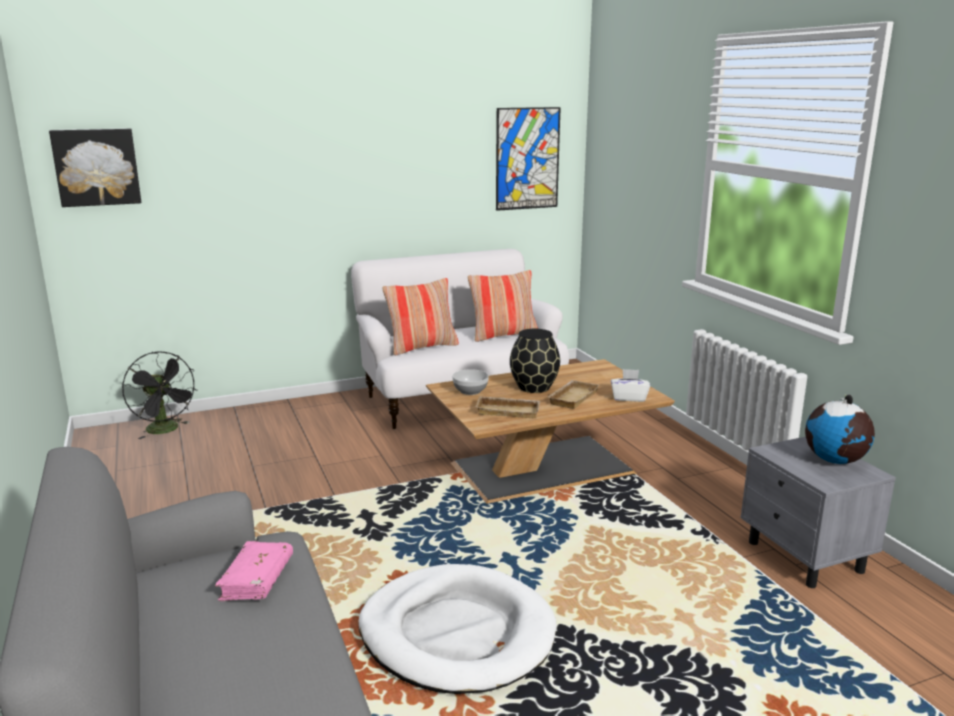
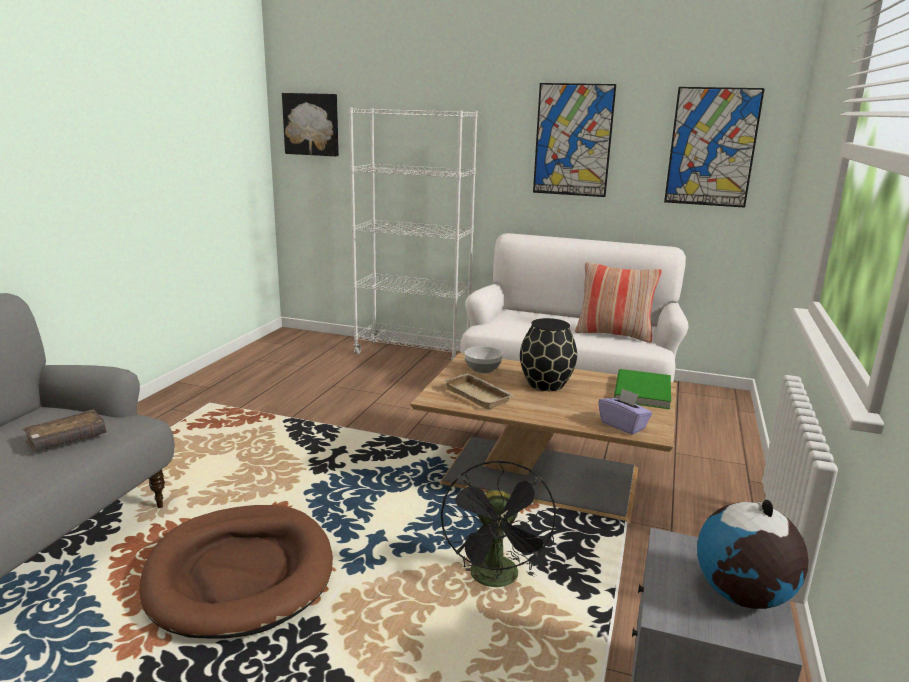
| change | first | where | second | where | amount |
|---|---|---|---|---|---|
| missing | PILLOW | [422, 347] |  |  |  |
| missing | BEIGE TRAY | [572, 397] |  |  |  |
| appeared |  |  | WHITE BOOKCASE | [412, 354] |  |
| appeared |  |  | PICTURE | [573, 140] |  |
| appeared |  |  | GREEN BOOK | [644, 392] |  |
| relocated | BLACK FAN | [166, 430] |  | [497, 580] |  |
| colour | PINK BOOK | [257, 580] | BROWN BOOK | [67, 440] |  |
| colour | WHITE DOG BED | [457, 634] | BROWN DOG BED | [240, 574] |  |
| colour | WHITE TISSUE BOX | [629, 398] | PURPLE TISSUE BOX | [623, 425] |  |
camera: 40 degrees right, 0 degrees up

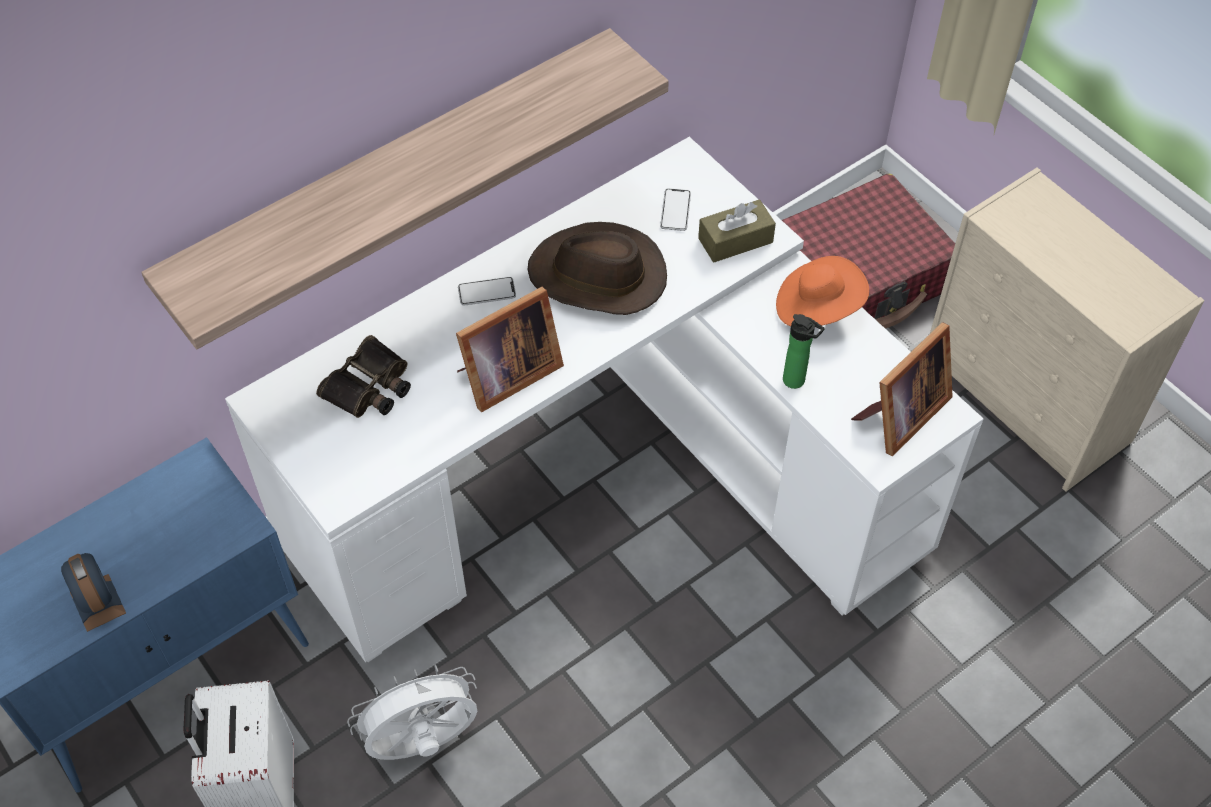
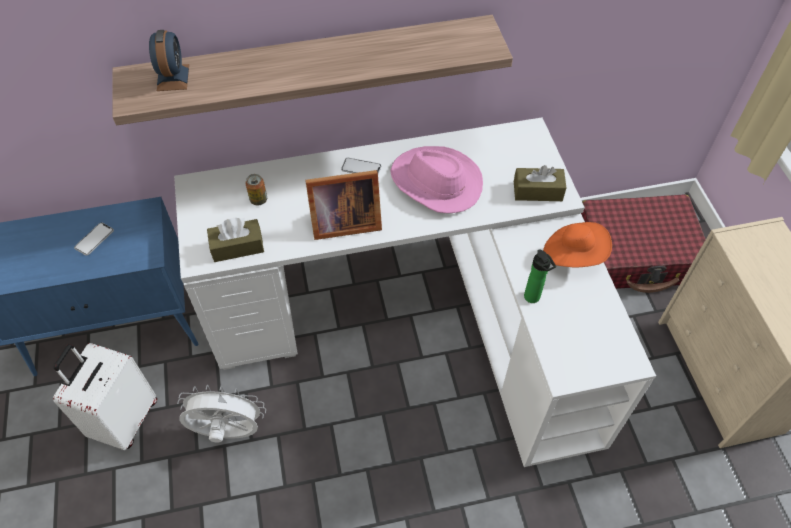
| change | first | where | second | where | amount |
|---|---|---|---|---|---|
| missing | PICTURE FRAME | [899, 415] |  |  |  |
| appeared |  |  | BROWN TISSUE BOX | [237, 247] |  |
| relocated | ALARM CLOCK | [98, 602] |  | [173, 77] |  |
| relocated | PHONE | [675, 210] |  | [94, 239] |  |
| exchanged | BINOCULARS | [370, 387] | CAN | [258, 200] |  |
| colour | BROWN HAT | [598, 276] | PINK HAT | [435, 182] |  |
camera: 25 degrees right, 0 degrees up

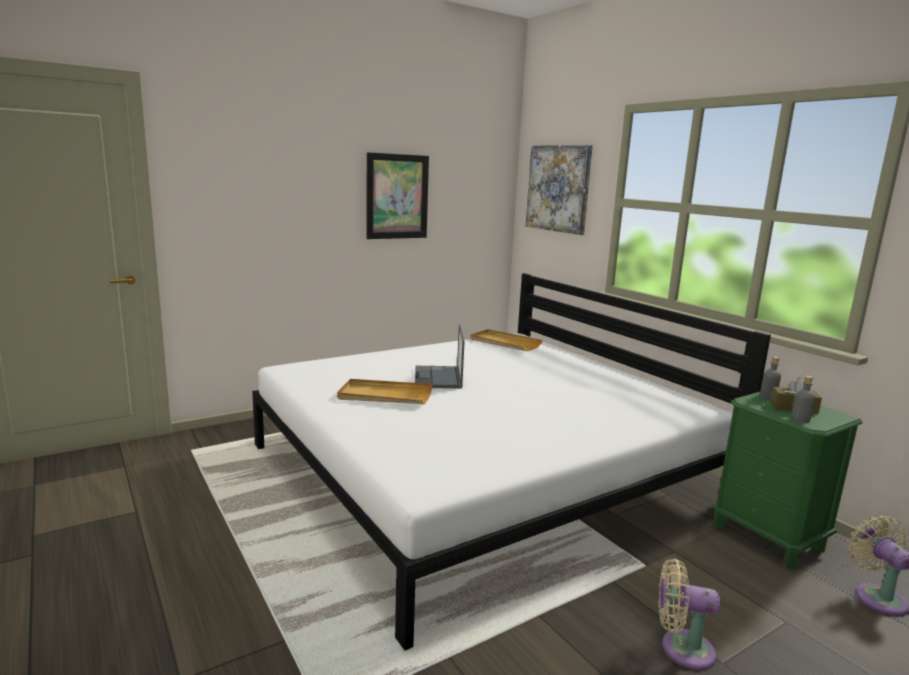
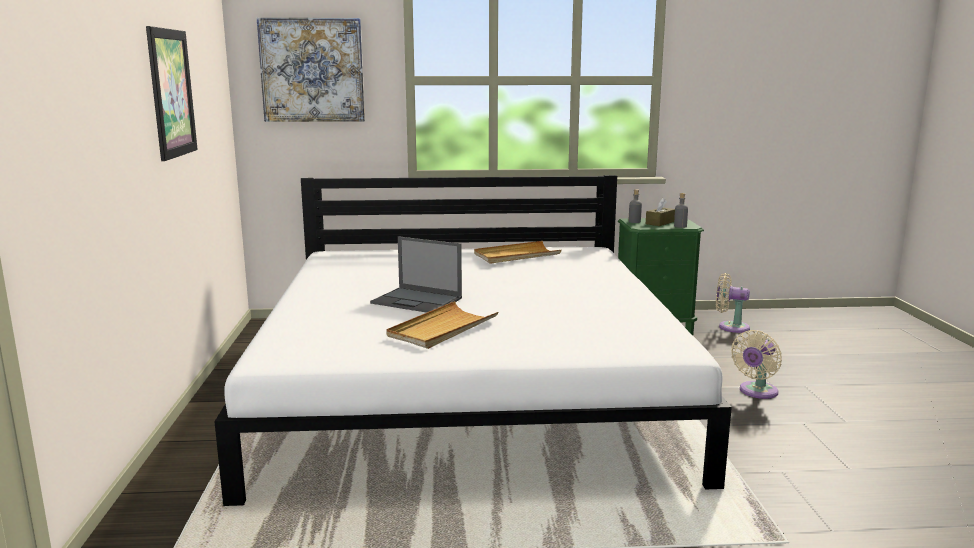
| change | first | where | second | where | amount |
|---|---|---|---|---|---|
| relocated | BEIGE TRAY | [504, 343] |  | [516, 255] |  |
camera: 60 degrees left, 0 degrees up

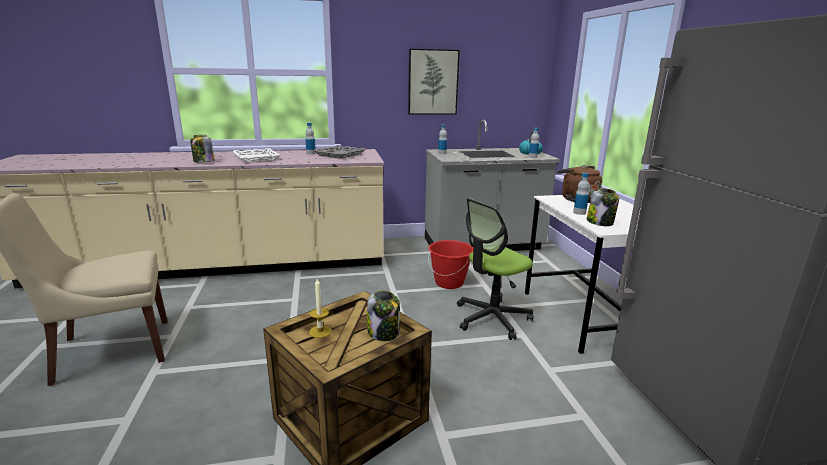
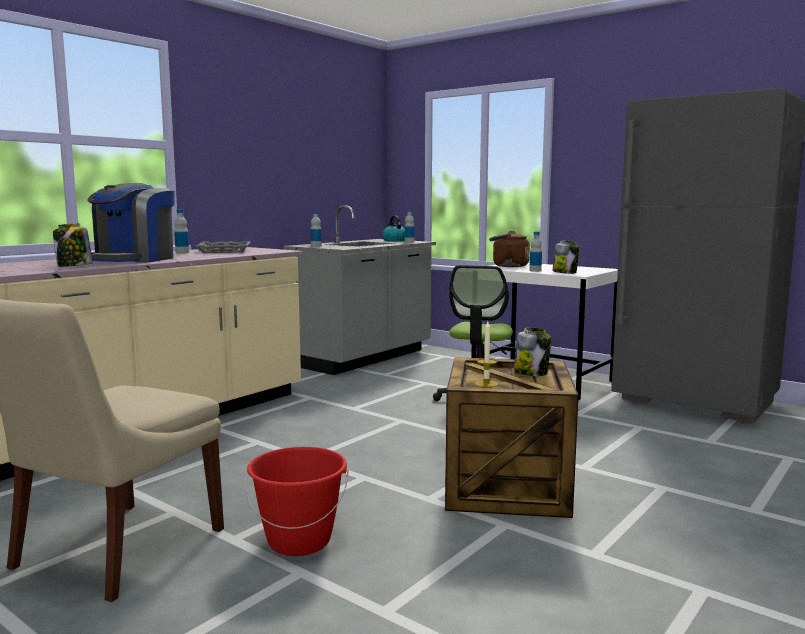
| change | first | where | second | where | amount |
|---|---|---|---|---|---|
| missing | PICTURE | [433, 82] |  |  |  |
| relocated | RED BUCKET | [449, 283] |  | [299, 541] |  |
| exchanged | WHITE TRAY | [257, 158] | COFFEE MACHINE | [134, 259] |  |
camera: 40 degrees left, 10 degrees down

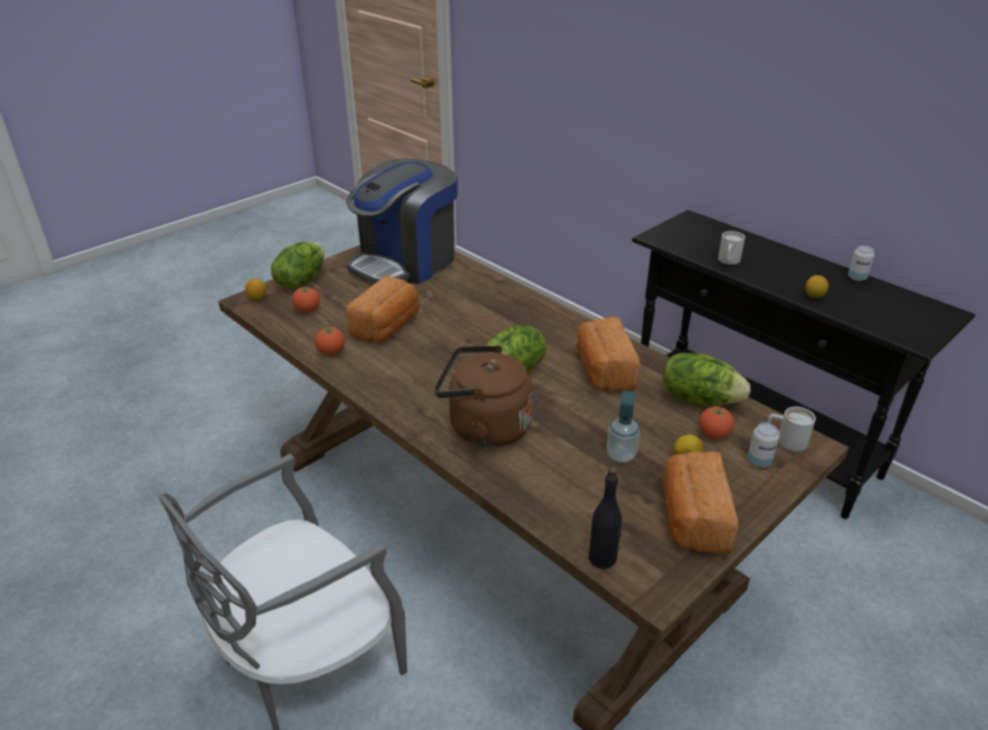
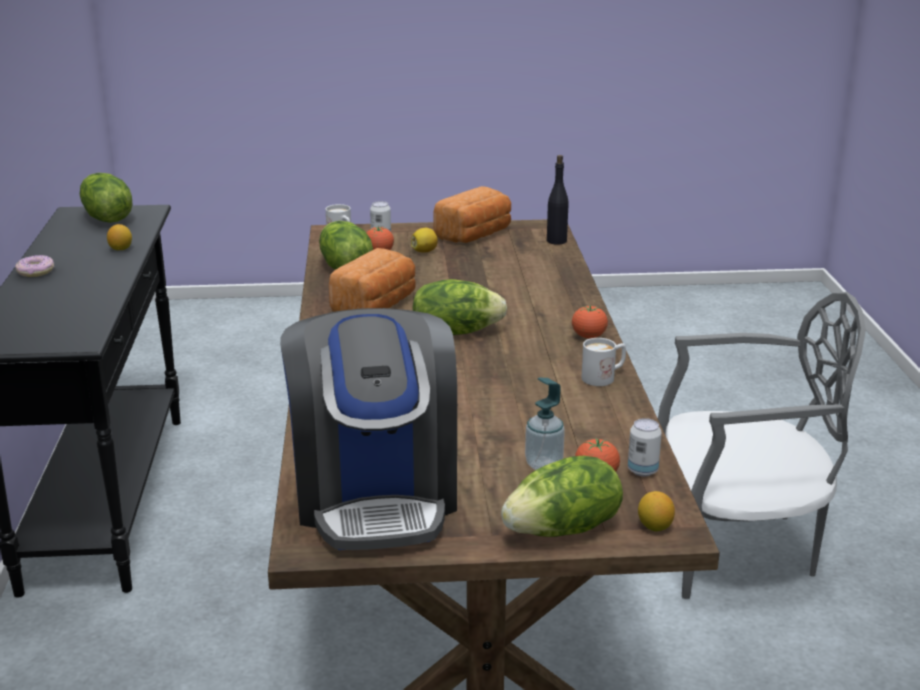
| change | first | where | second | where | amount |
|---|---|---|---|---|---|
| missing | BREAD | [387, 326] |  |  |  |
| missing | BROWN KETTLE | [484, 427] |  |  |  |
| appeared |  |  | DONUT | [36, 271] |  |
| appeared |  |  | LETTUCE | [106, 218] |  |
| relocated | TOMATO | [331, 352] |  | [588, 337] |  |
| relocated | SOAP DISPENSER | [621, 455] |  | [543, 464] |  |
| relocated | WHITE MUG | [728, 261] |  | [604, 377] |  |
| relocated | CAN | [857, 277] |  | [642, 470] |  |
| spun | COFFEE MACHINE | [406, 262] |  | [375, 495] | 90 degrees clockwise |
camera: 140 degrees left, 10 degrees down

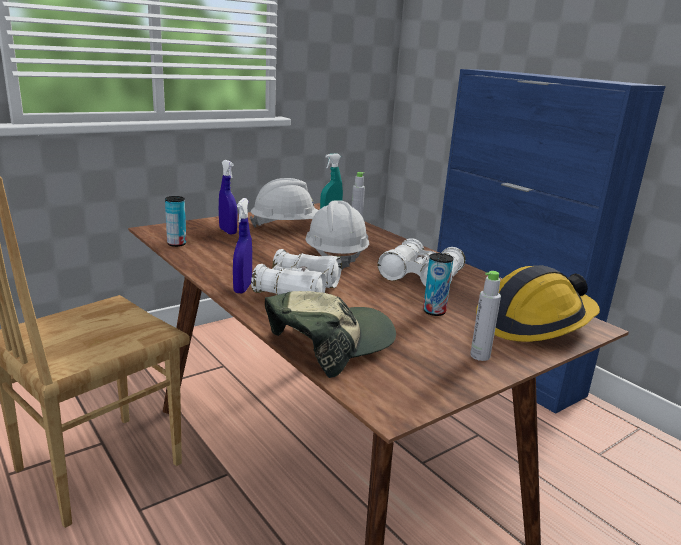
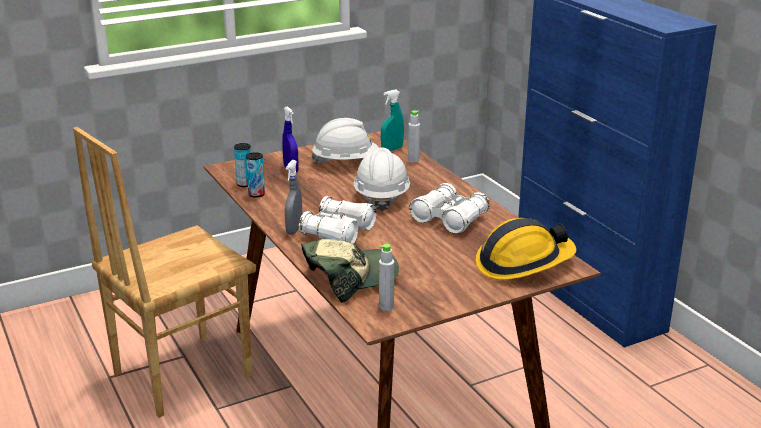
| change | first | where | second | where | amount |
|---|---|---|---|---|---|
| relocated | CAN | [434, 311] |  | [256, 194] |  |
| relocated | GREY BOTTLE | [480, 356] |  | [386, 307] |  |
| colour | BLUE SPRAY BOTTLE | [242, 288] | GREY SPRAY BOTTLE | [294, 229] |  |
camera: 10 degrees right, 5 degrees up

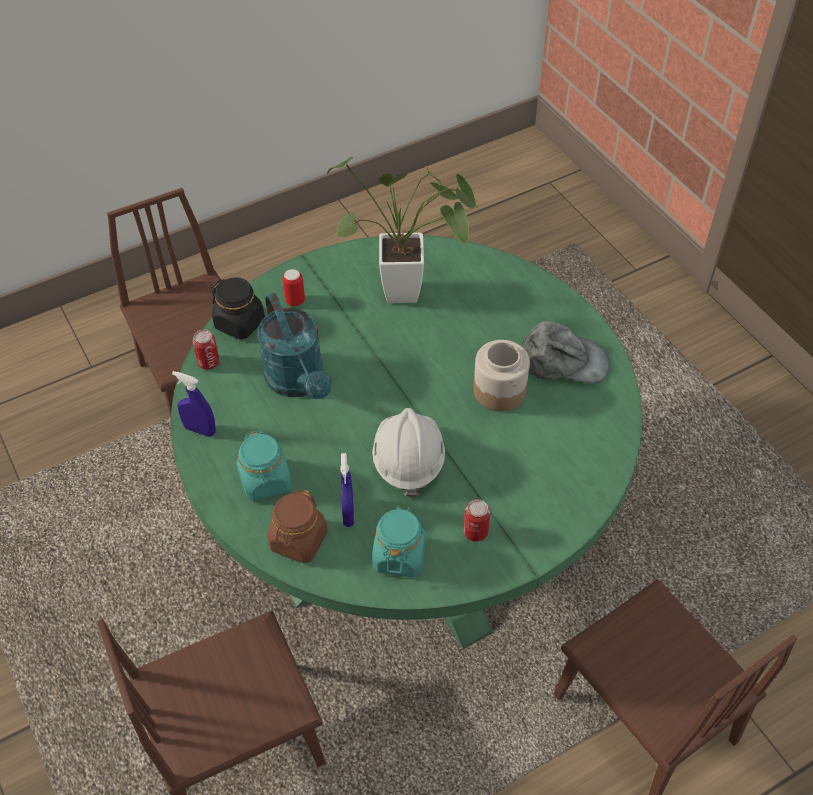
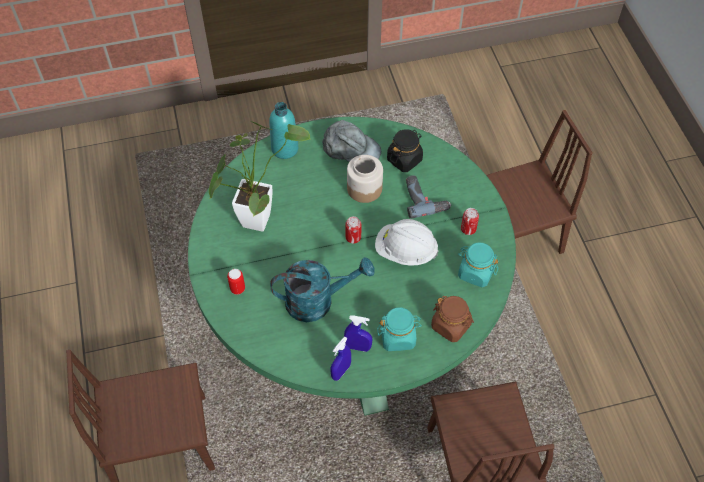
| change | first | where | second | where | amount |
|---|---|---|---|---|---|
| appeared |  |  | TURQUOISE BOTTLE | [284, 148] |  |
| appeared |  |  | POWER DRILL | [424, 198] |  |
| relocated | CAN | [209, 362] |  | [353, 237] |  |
| relocated | BLACK JAR | [240, 323] |  | [404, 159] |  |
| relocated | BLUE SPRAY BOTTLE | [348, 513] |  | [358, 347] |  |
| spun | GREY CAP | [563, 361] |  | [351, 149] | 90 degrees clockwise |
camera: 75 degrees left, 5 degrees up

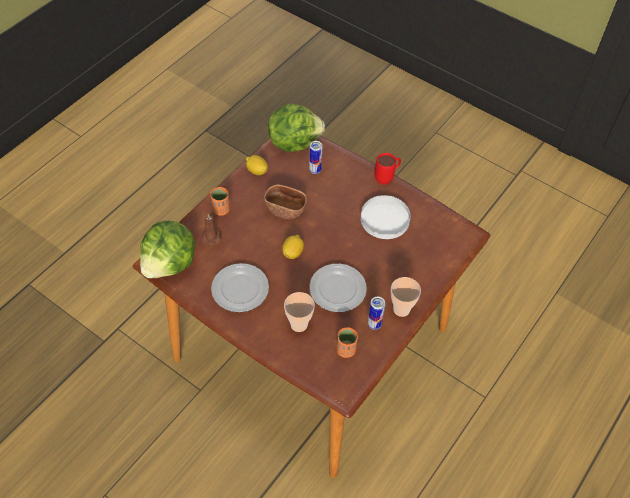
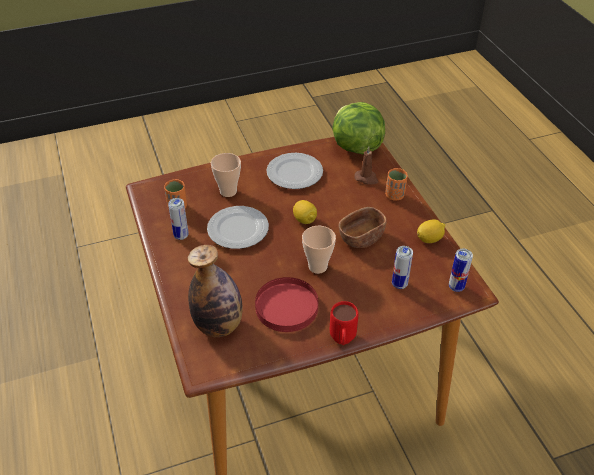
| change | first | where | second | where | amount |
|---|---|---|---|---|---|
| appeared |  |  | BOTTLE | [219, 325] |  |
| relocated | CUP | [401, 309] |  | [317, 266] |  |
| exchanged | LETTUCE | [294, 142] | CAN | [456, 287] |  |
| colour | WHITE PLATE | [385, 219] | RED PLATE | [286, 307] |  |
camera: 125 degrees right, 10 degrees down

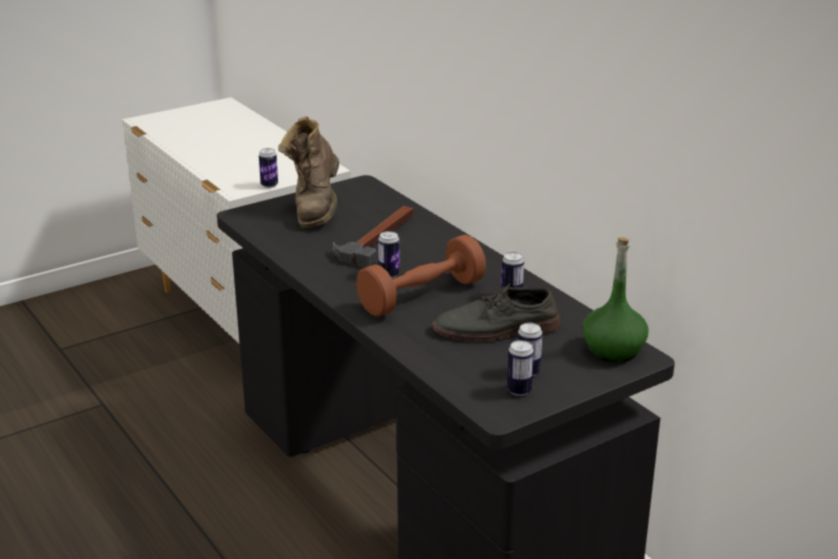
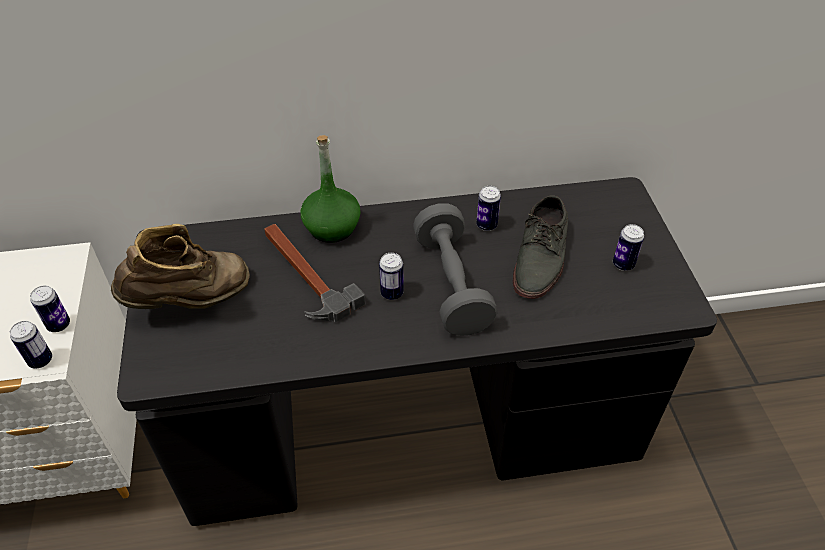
| change | first | where | second | where | amount |
|---|---|---|---|---|---|
| relocated | CAN | [519, 390] |  | [41, 360] |  |
| relocated | GREEN BOTTLE | [613, 350] |  | [332, 227] |  |
| colour | BROWN DUMBBELL | [422, 296] | GREY DUMBBELL | [452, 284] |  |
| spun | BROWN BOOT | [315, 209] |  | [191, 302] | 60 degrees counterclockwise |
camera: 65 degrees left, 20 degrees up

